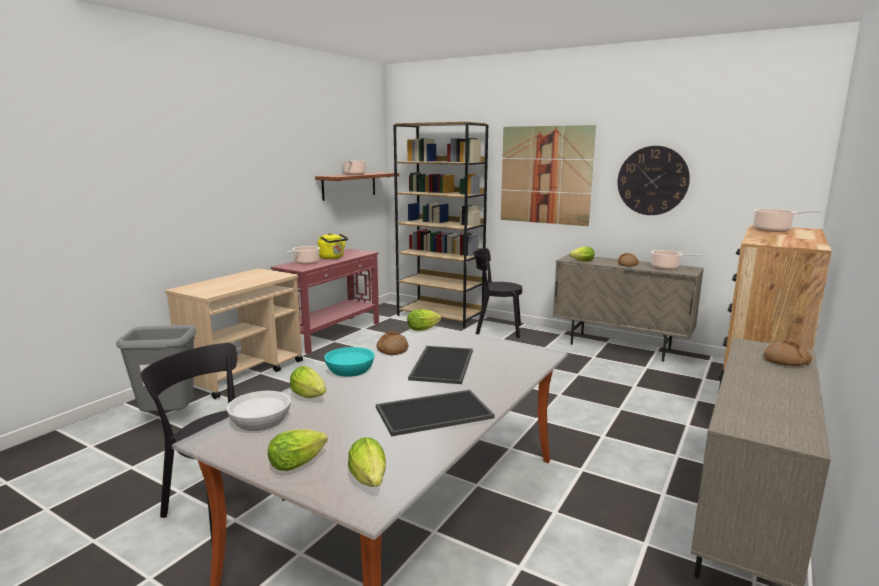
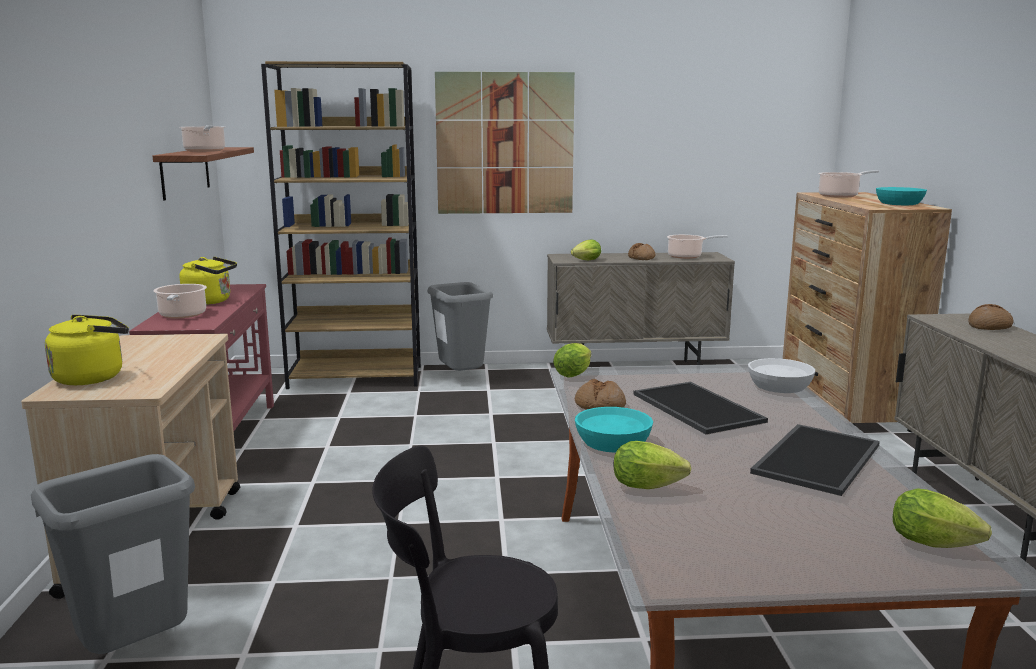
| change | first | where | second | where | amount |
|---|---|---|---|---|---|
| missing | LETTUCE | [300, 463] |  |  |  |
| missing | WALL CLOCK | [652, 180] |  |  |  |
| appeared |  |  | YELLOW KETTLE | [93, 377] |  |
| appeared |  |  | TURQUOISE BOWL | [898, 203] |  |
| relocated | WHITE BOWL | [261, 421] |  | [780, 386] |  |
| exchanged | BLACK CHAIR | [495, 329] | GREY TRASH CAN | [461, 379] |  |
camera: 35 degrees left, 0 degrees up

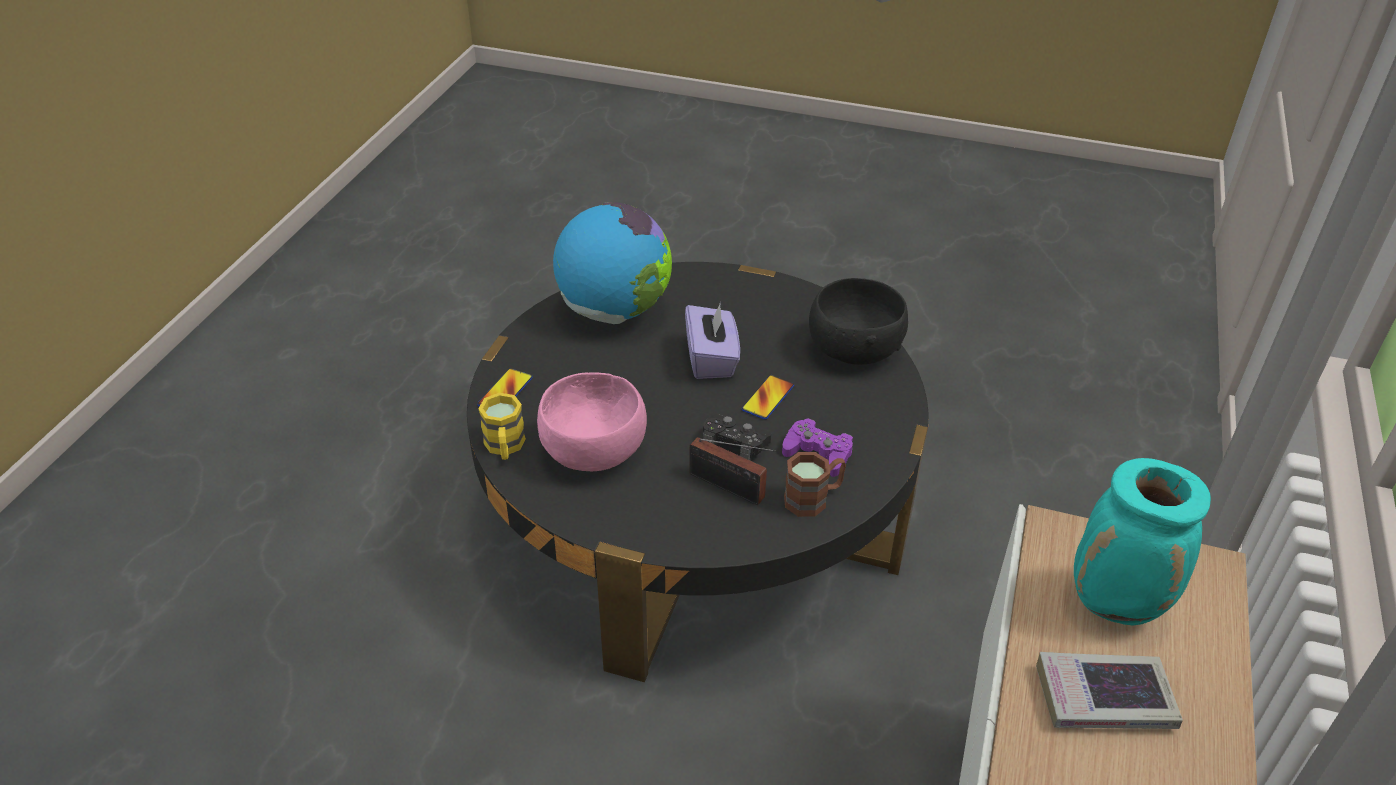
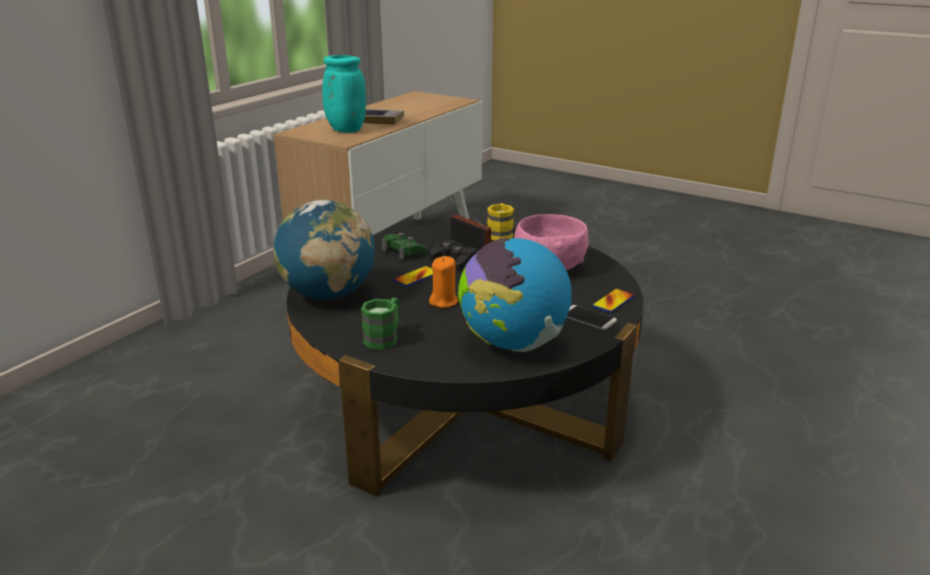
| change | first | where | second | where | amount |
|---|---|---|---|---|---|
| missing | BROWN MUG | [813, 498] |  |  |  |
| appeared |  |  | GREEN MUG | [384, 337] |  |
| appeared |  |  | PHONE | [588, 318] |  |
| relocated | YELLOW MUG | [505, 447] |  | [500, 233] |  |
| exchanged | PURPLE TISSUE BOX | [711, 359] | ORANGE CANDLE | [443, 301] |  |
| exchanged | BLACK BOWL | [853, 350] | GLOBE | [328, 294] |  |
| colour | PURPLE GAME CONTROLLER | [818, 453] | GREEN GAME CONTROLLER | [403, 251] |  |
camera: 165 degrees left, 15 degrees down

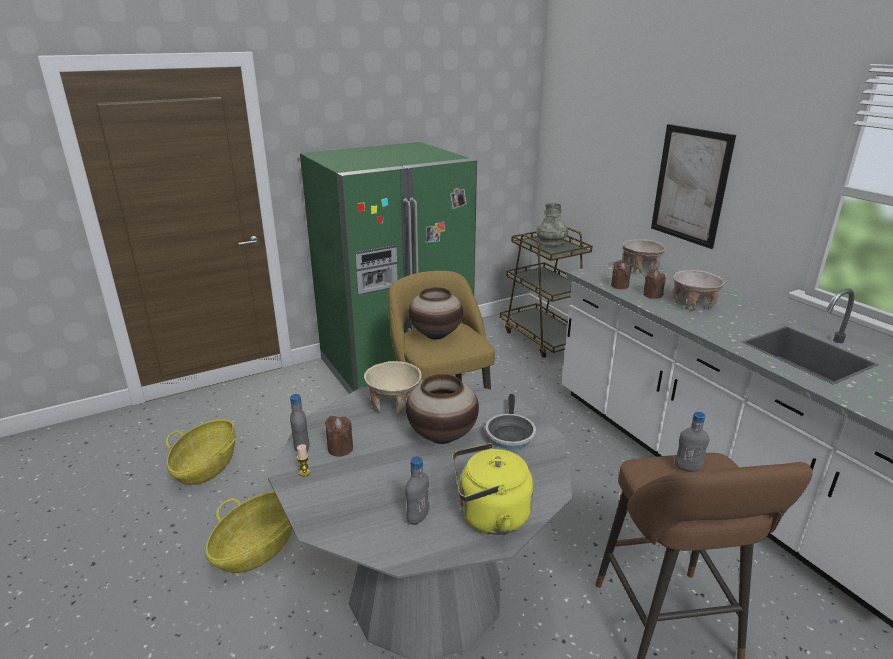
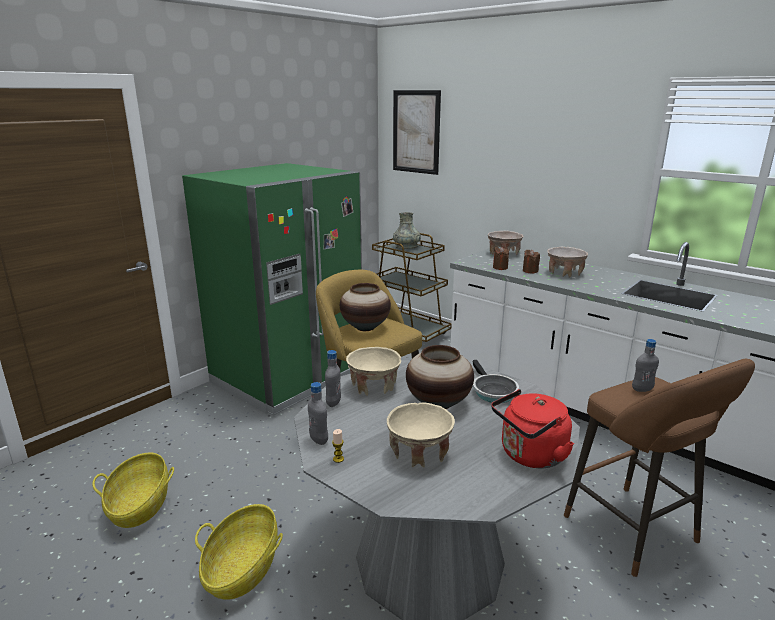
| change | first | where | second | where | amount |
|---|---|---|---|---|---|
| missing | BROWN CANDLE | [340, 448] |  |  |  |
| appeared |  |  | BEIGE BOWL | [419, 452] |  |
| relocated | GREY BOTTLE | [417, 517] |  | [333, 403] |  |
| relocated | PICTURE | [690, 185] |  | [416, 132] |  |
| colour | YELLOW KETTLE | [489, 516] | RED KETTLE | [530, 456] |  |
camera: 20 degrees left, 5 degrees down

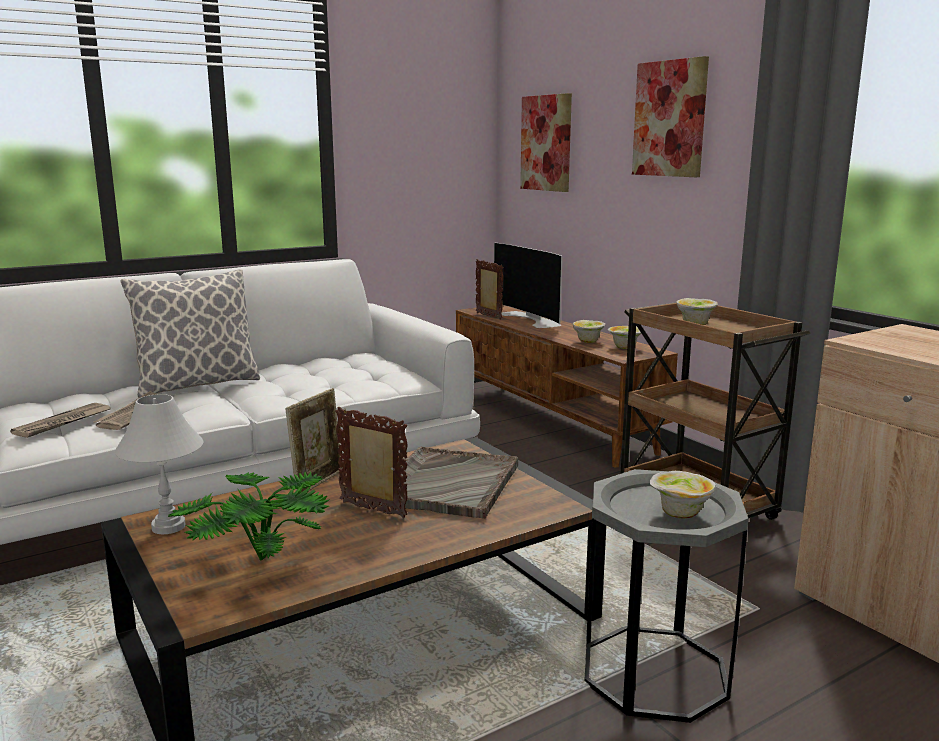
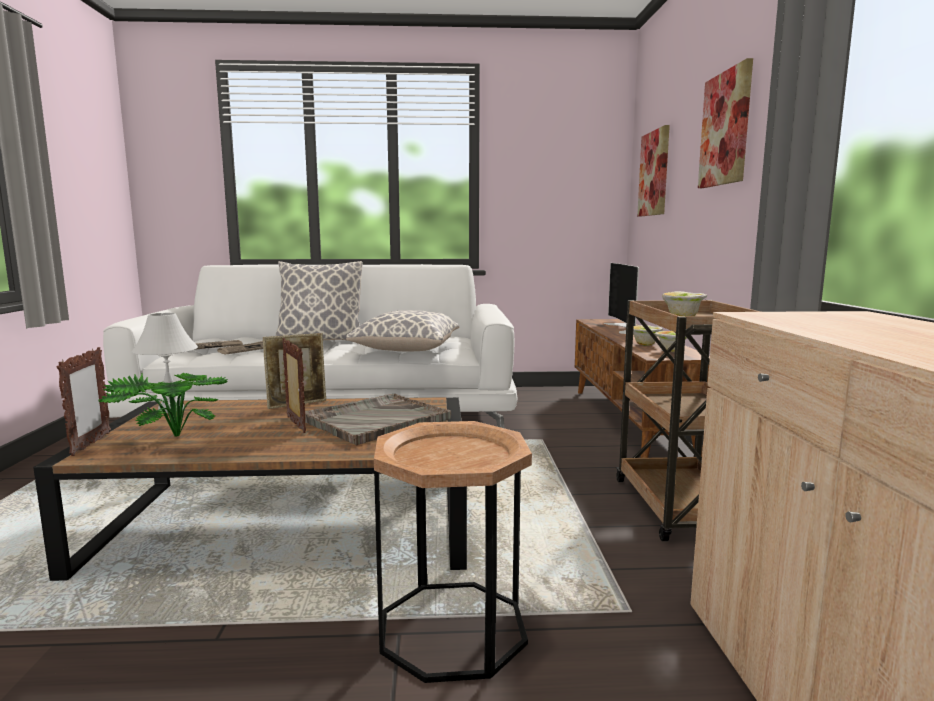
| change | first | where | second | where | amount |
|---|---|---|---|---|---|
| missing | BOWL | [679, 513] |  |  |  |
| appeared |  |  | PILLOW | [406, 350] |  |
| relocated | PICTURE FRAME | [488, 316] |  | [90, 444] |  |
| colour | GREY SIDE TABLE | [654, 672] | BROWN SIDE TABLE | [452, 629] |  |
camera: 30 degrees right, 5 degrees down

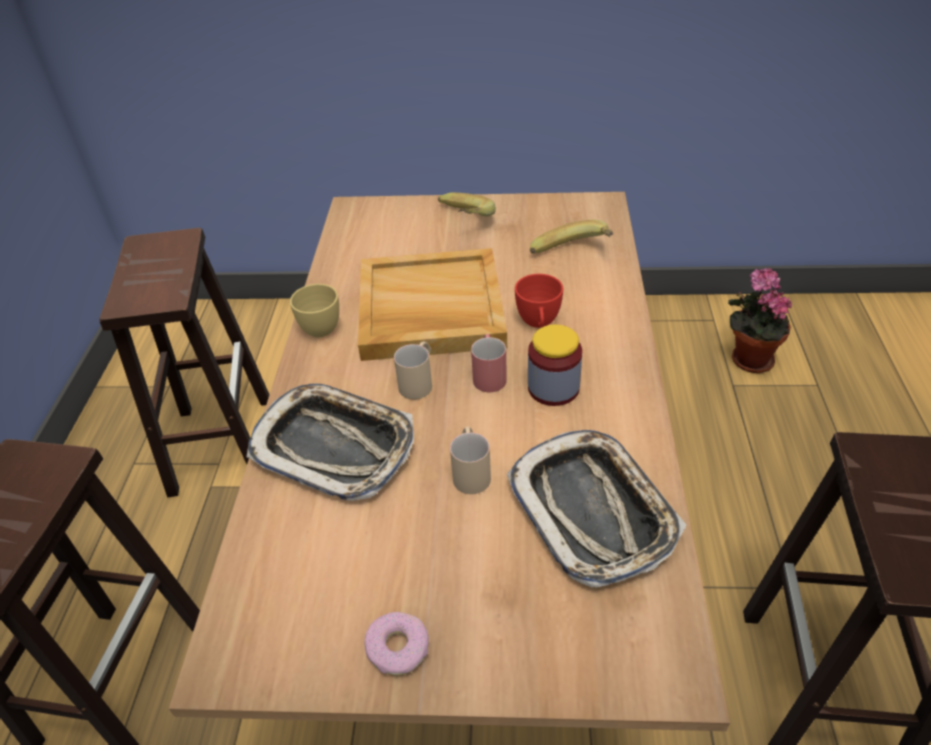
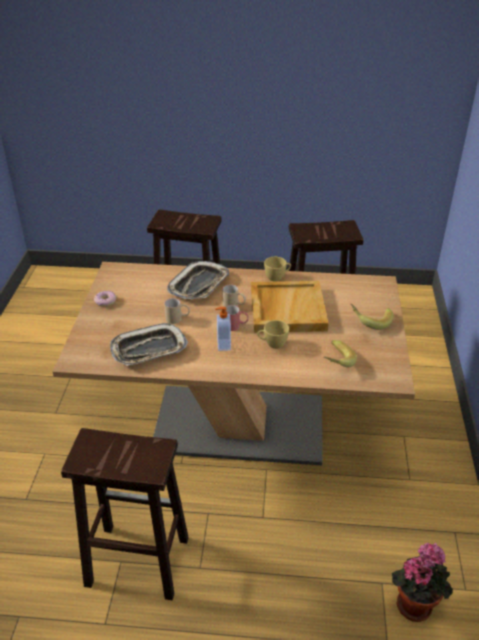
| change | first | where | second | where | amount |
|---|---|---|---|---|---|
| exchanged | JAR | [553, 388] | SOAP DISPENSER | [223, 345] |  |
| colour | RED CUP | [538, 323] | YELLOW CUP | [272, 344] |  |
camera: 90 degrees right, 5 degrees down

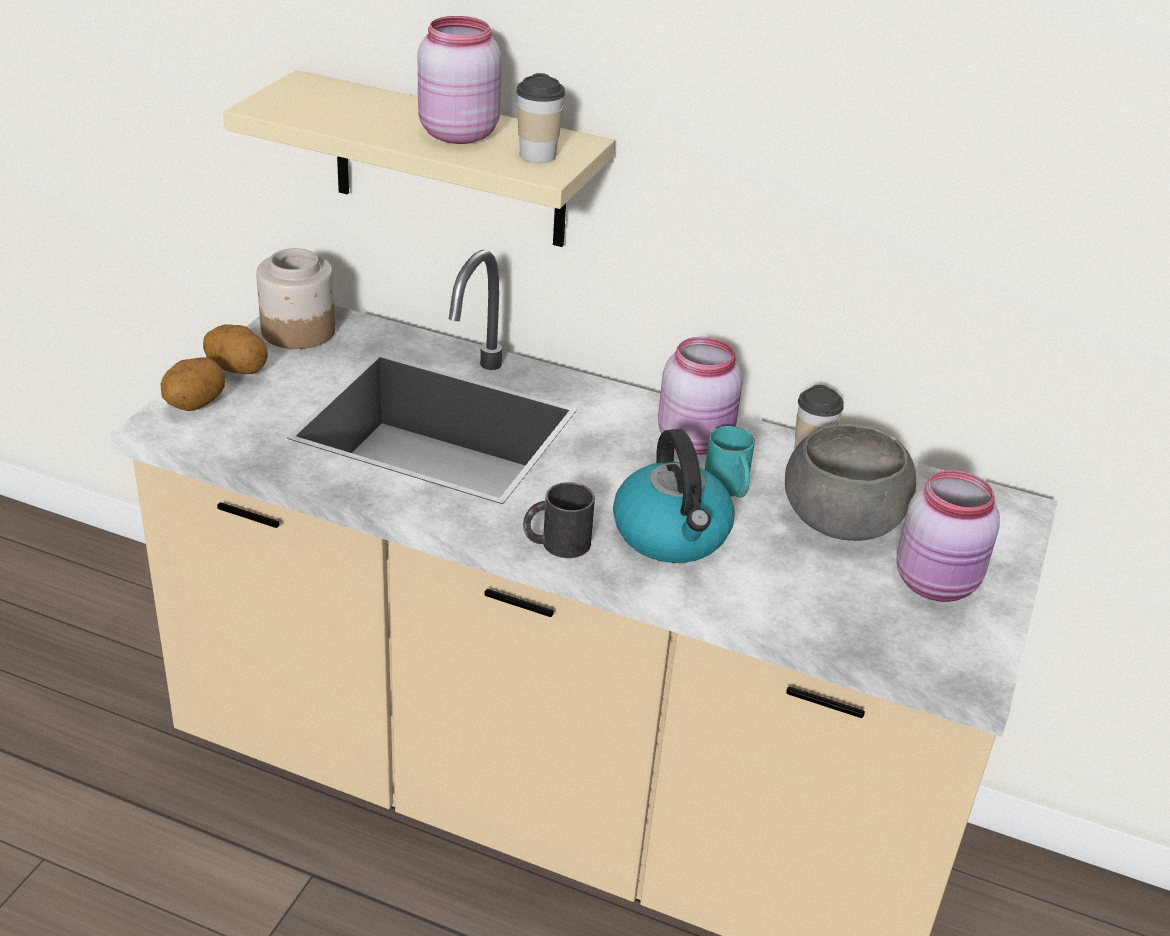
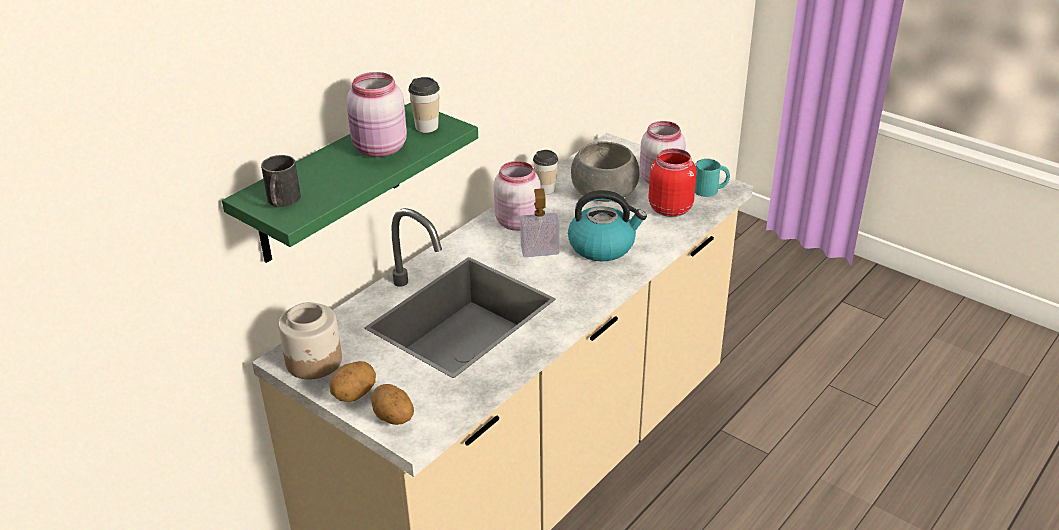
| change | first | where | second | where | amount |
|---|---|---|---|---|---|
| appeared |  |  | SOAP DISPENSER | [540, 251] |  |
| appeared |  |  | RED JAR | [669, 208] |  |
| relocated | BLACK MUG | [556, 543] |  | [282, 201] |  |
| relocated | TURQUOISE MUG | [729, 489] |  | [710, 190] |  |
| colour | BEIGE SHELF | [449, 161] | GREEN SHELF | [329, 184] |  |
camera: 70 degrees left, 0 degrees up

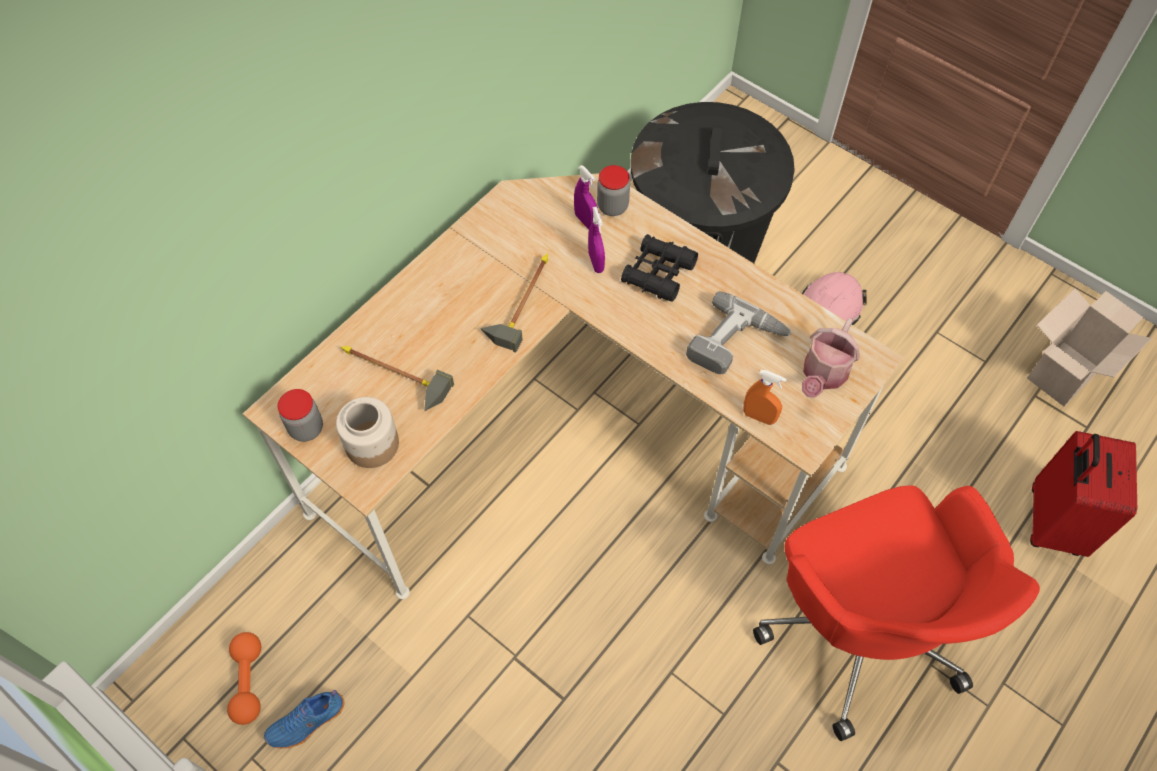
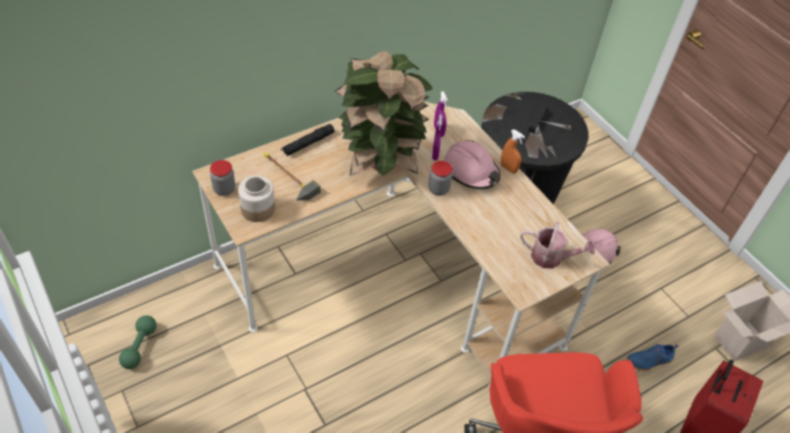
| change | first | where | second | where | amount |
|---|---|---|---|---|---|
| missing | POWER DRILL | [736, 344] |  |  |  |
| appeared |  |  | BLACK FLASHLIGHT | [308, 143] |  |
| relocated | BLUE SHOE | [307, 723] |  | [649, 361] |  |
| relocated | JAR | [612, 206] |  | [438, 189] |  |
| relocated | ORANGE SPRAY BOTTLE | [759, 417] |  | [508, 168] |  |
| exchanged | HAMMER | [520, 299] | POTTED PLANT | [380, 160] |  |
| exchanged | BLACK BINOCULARS | [658, 273] | PINK HARD HAT | [471, 171] |  |
| colour | ORANGE DUMBBELL | [248, 681] | GREEN DUMBBELL | [140, 347] |  |
| spun | WATERING CAN | [822, 375] |  | [551, 257] | 120 degrees counterclockwise |
camera: 15 degrees right, 10 degrees down

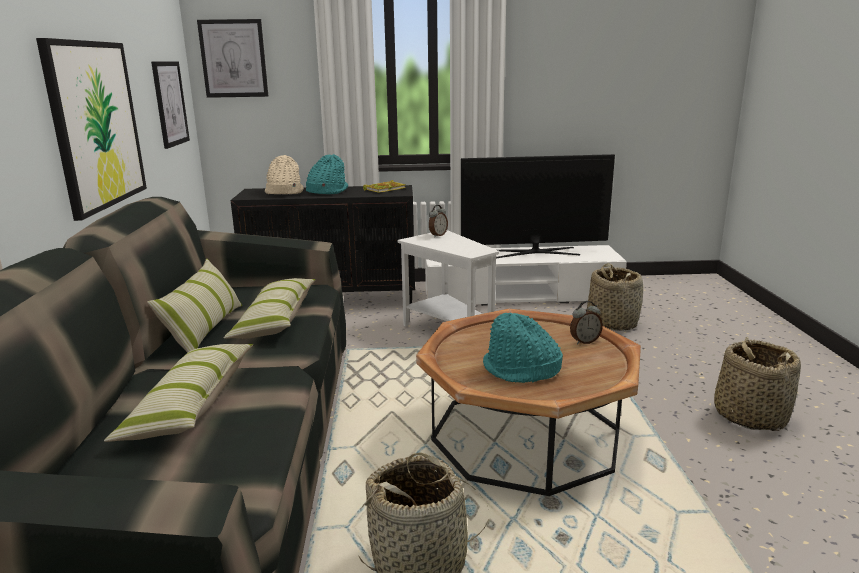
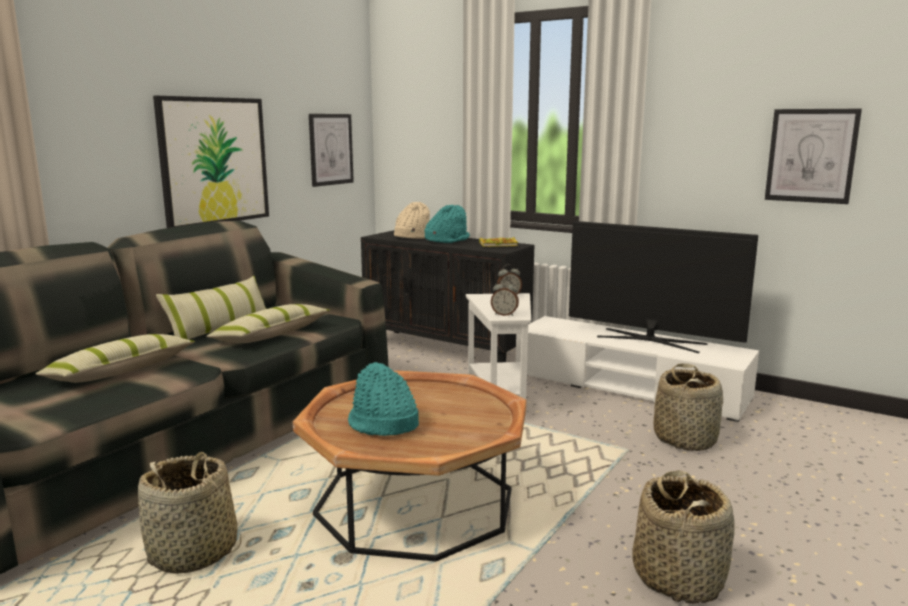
| change | first | where | second | where | amount |
|---|---|---|---|---|---|
| relocated | PICTURE | [233, 58] |  | [811, 156] |  |
| relocated | ALARM CLOCK | [584, 341] |  | [504, 314] |  |
camera: 35 degrees right, 5 degrees down

